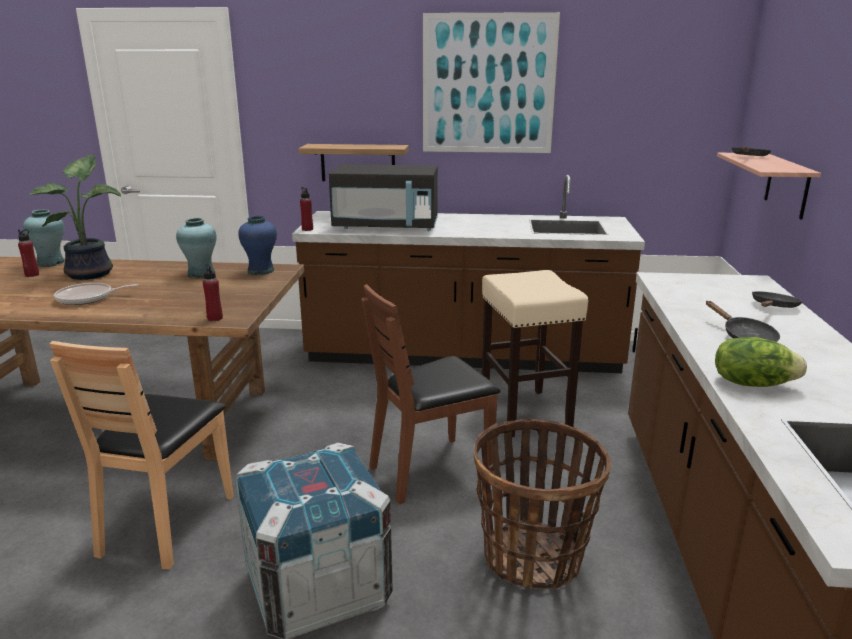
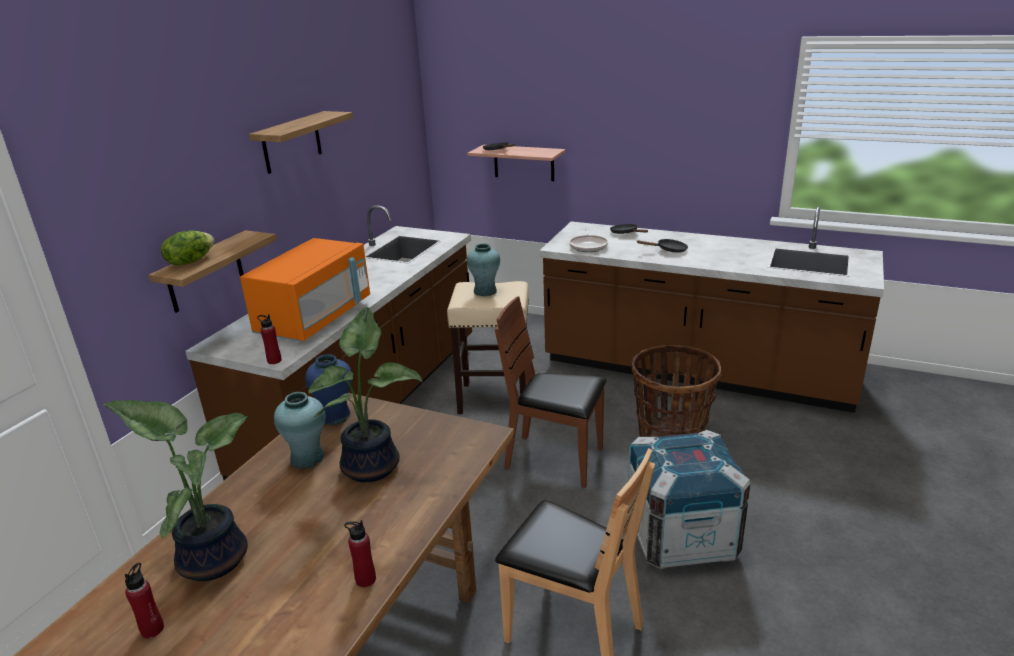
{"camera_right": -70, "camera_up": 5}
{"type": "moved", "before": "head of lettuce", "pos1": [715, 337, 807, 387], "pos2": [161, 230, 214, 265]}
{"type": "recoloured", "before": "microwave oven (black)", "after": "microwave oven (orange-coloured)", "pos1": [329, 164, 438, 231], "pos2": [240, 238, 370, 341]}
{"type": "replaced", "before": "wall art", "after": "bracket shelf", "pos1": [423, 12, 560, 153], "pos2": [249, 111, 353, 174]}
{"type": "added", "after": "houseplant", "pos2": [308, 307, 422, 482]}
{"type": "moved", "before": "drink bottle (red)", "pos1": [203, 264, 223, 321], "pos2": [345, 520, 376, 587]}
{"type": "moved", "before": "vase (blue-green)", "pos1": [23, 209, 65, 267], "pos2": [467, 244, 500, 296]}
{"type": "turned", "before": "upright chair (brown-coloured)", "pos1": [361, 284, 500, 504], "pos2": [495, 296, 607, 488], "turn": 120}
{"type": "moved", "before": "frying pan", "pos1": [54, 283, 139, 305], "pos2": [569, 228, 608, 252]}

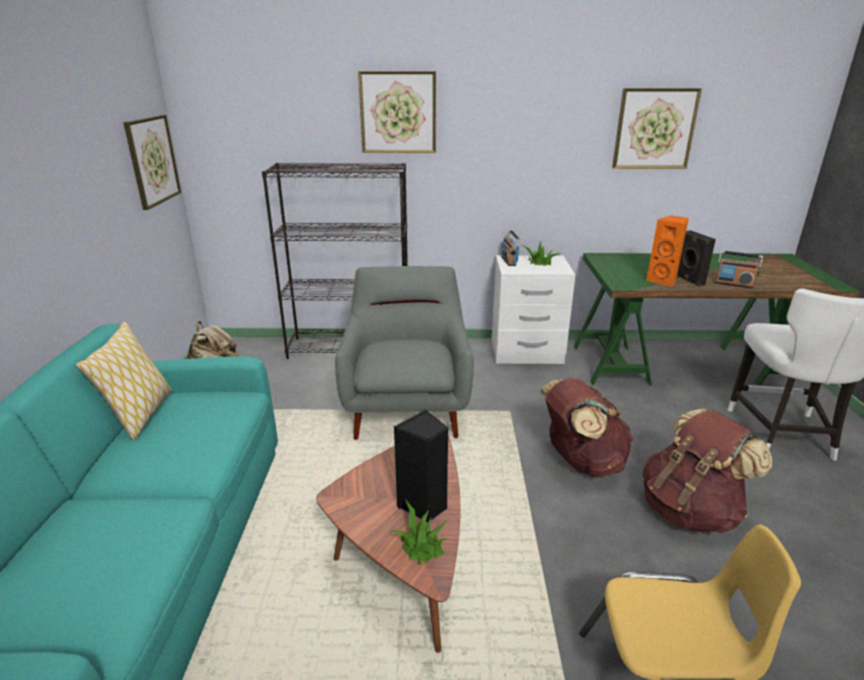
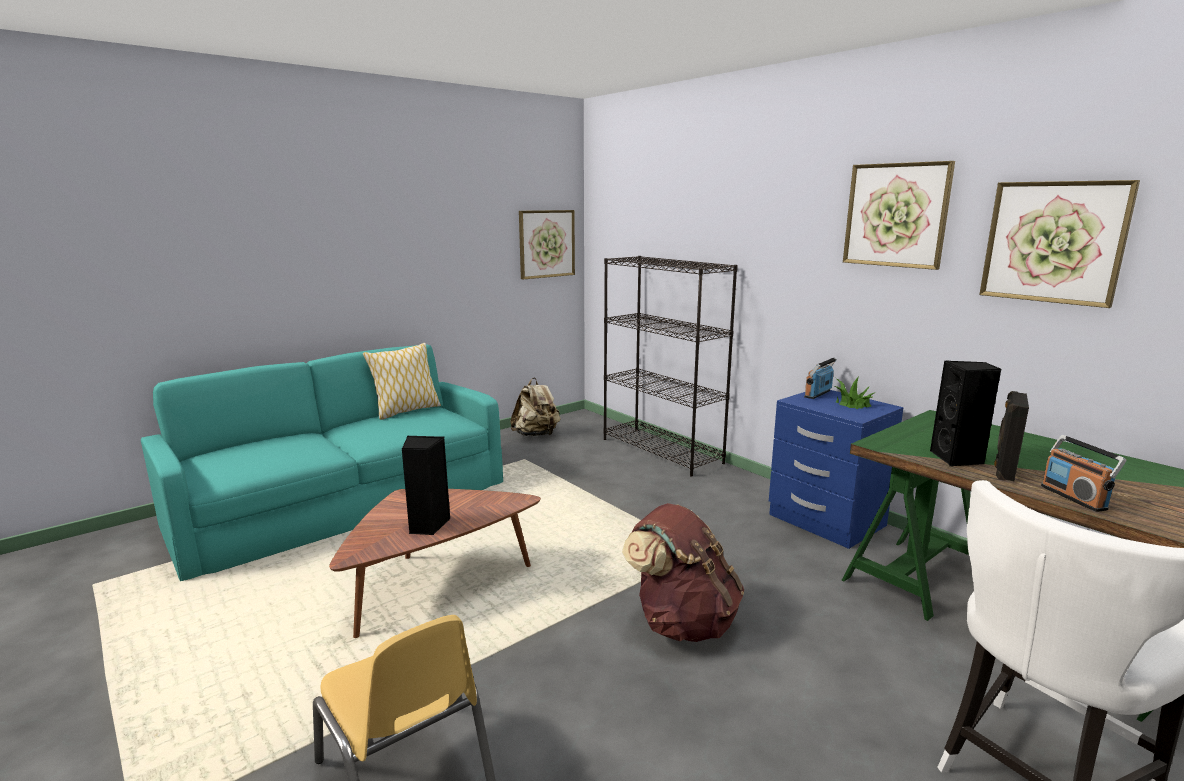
{"camera_right": 50, "camera_up": -10}
{"type": "recoloured", "before": "nightstand (white)", "after": "nightstand (blue-coloured)", "pos1": [492, 255, 575, 364], "pos2": [769, 390, 904, 549]}
{"type": "moved", "before": "wall art", "pos1": [358, 71, 436, 153], "pos2": [843, 161, 955, 270]}
{"type": "recoloured", "before": "speaker (orange-coloured)", "after": "speaker (black)", "pos1": [646, 216, 689, 287], "pos2": [930, 360, 1001, 467]}
{"type": "removed", "before": "armchair (grey)", "pos1": [335, 266, 474, 440]}
{"type": "removed", "before": "houseplant", "pos1": [389, 498, 447, 565]}
{"type": "removed", "before": "knapsack (brown-coloured)", "pos1": [643, 409, 772, 534]}

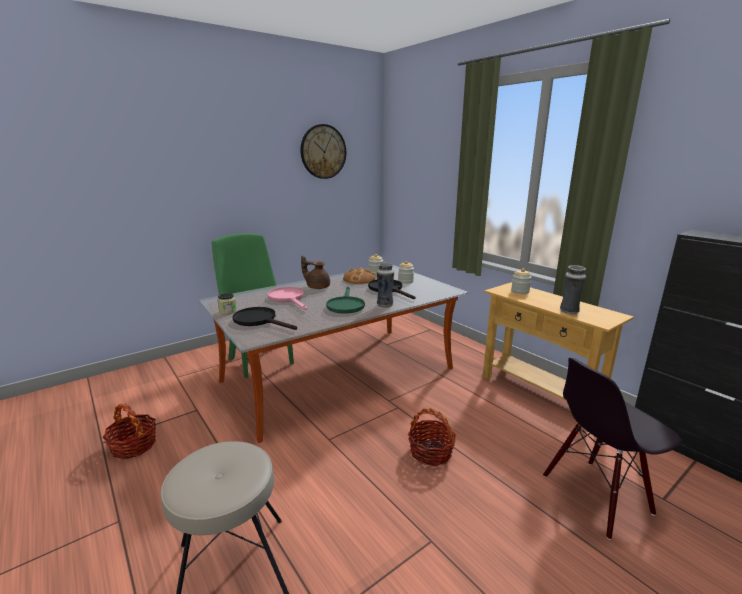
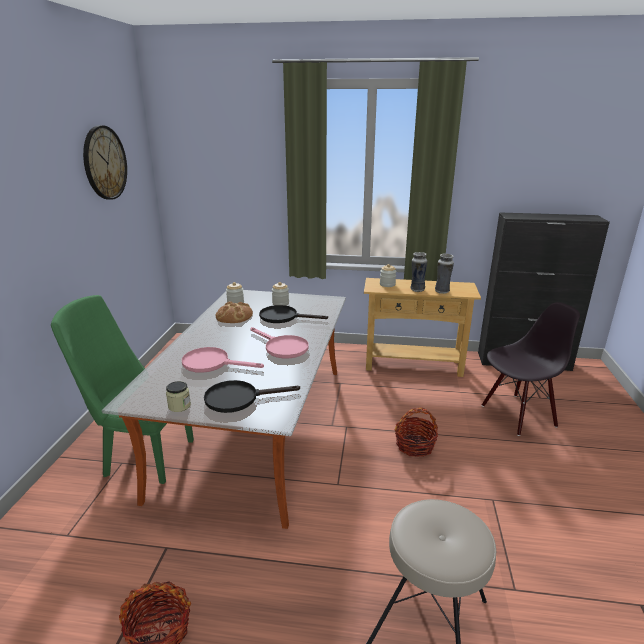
{"camera_right": -45, "camera_up": 5}
{"type": "recoloured", "before": "frying pan (greenish)", "after": "frying pan (pinkish)", "pos1": [326, 287, 365, 314], "pos2": [251, 327, 309, 358]}
{"type": "moved", "before": "vase", "pos1": [377, 262, 394, 308], "pos2": [410, 252, 427, 292]}
{"type": "turned", "before": "upright chair (black)", "pos1": [543, 358, 682, 540], "pos2": [482, 302, 580, 436], "turn": -135}
{"type": "removed", "before": "pot for tea (brown-coloured)", "pos1": [301, 256, 330, 289]}

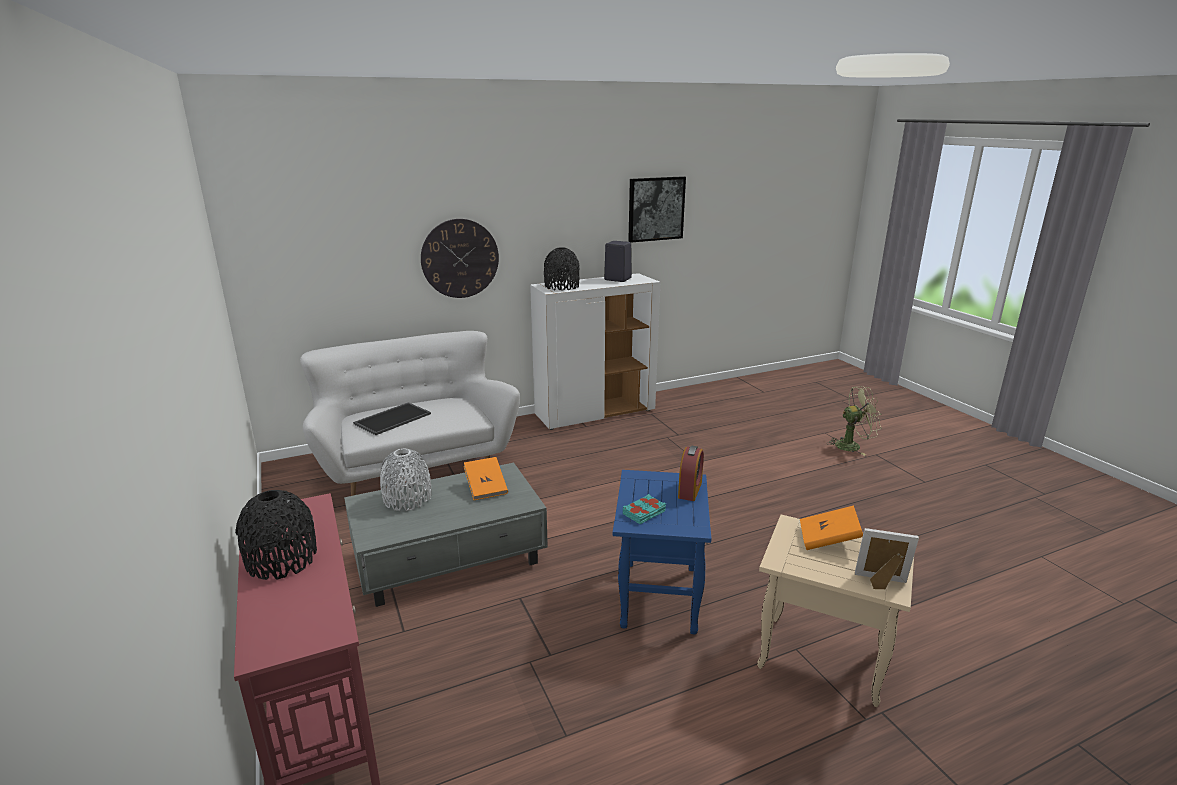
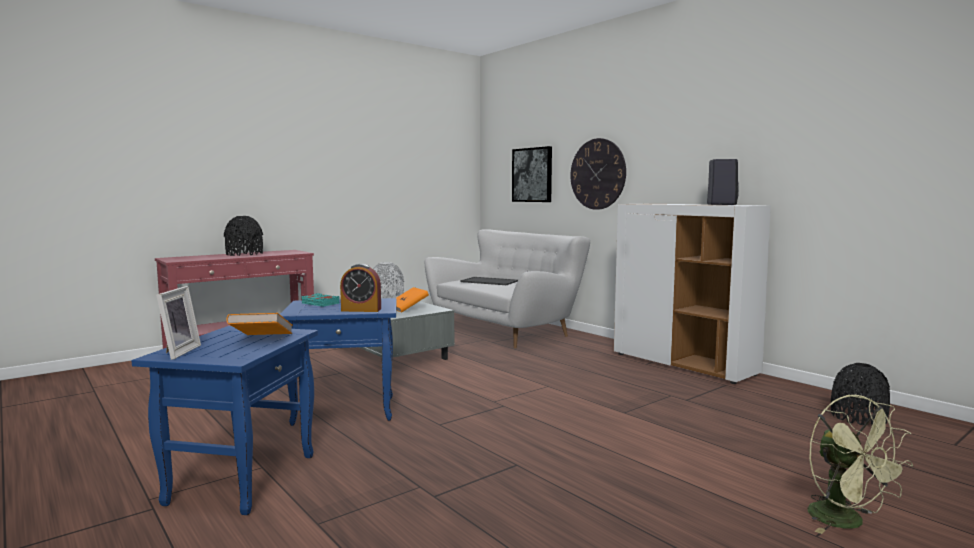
{"camera_right": 75, "camera_up": -15}
{"type": "recoloured", "before": "side table (beige-coloured)", "after": "side table (blue-coloured)", "pos1": [757, 515, 914, 707], "pos2": [132, 326, 318, 515]}
{"type": "moved", "before": "wall art", "pos1": [628, 176, 686, 243], "pos2": [512, 146, 552, 202]}
{"type": "moved", "before": "vase (black)", "pos1": [544, 247, 580, 291], "pos2": [831, 363, 890, 425]}

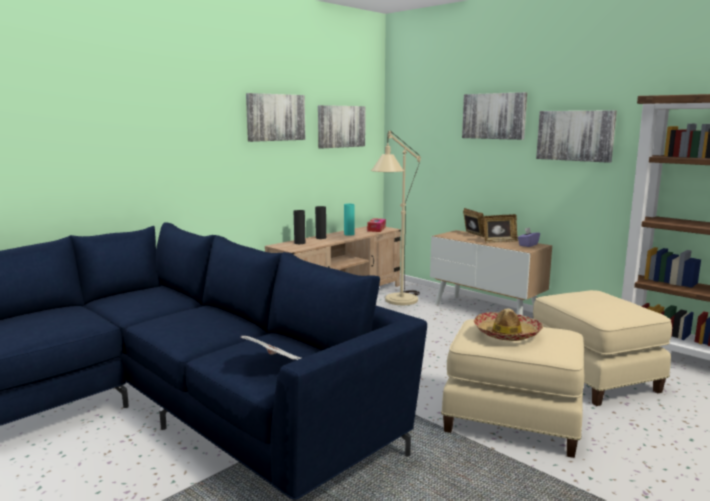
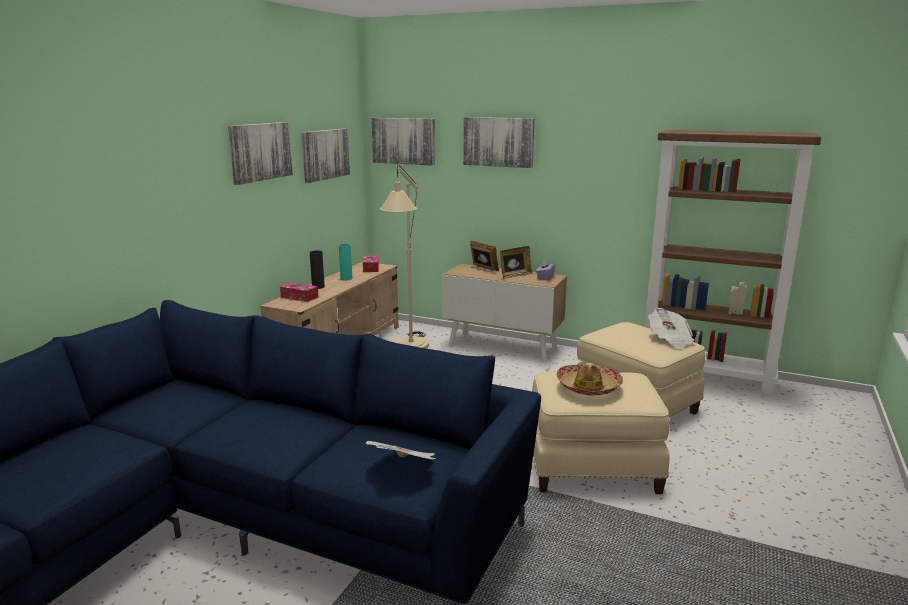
{"camera_right": -20, "camera_up": 5}
{"type": "replaced", "before": "vase (black)", "after": "tissue box", "pos1": [294, 210, 305, 244], "pos2": [280, 282, 319, 302]}
{"type": "moved", "before": "wall art", "pos1": [536, 110, 617, 163], "pos2": [371, 118, 435, 166]}
{"type": "added", "after": "printed paper", "pos2": [648, 308, 694, 349]}

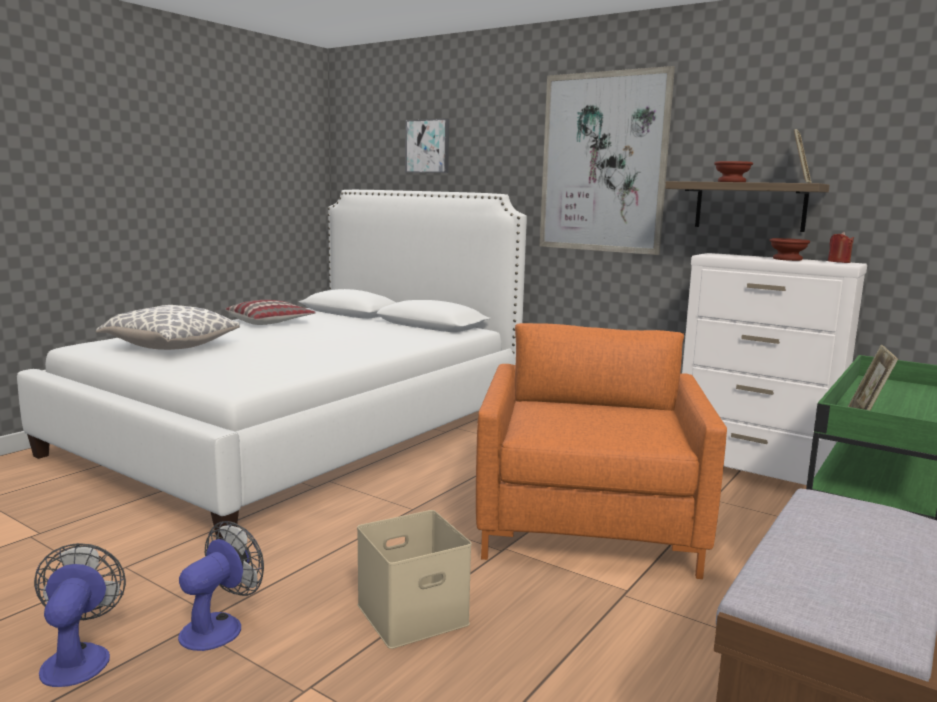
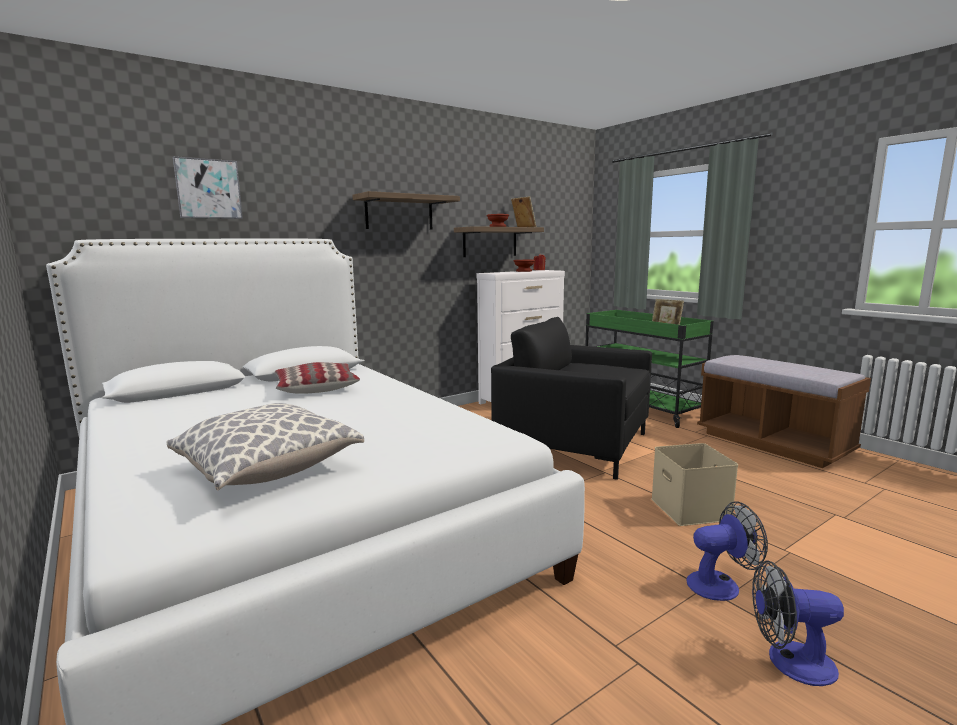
{"camera_right": -70, "camera_up": 0}
{"type": "moved", "before": "cushion", "pos1": [225, 300, 316, 325], "pos2": [275, 362, 360, 394]}
{"type": "replaced", "before": "wall art", "after": "bracket shelf", "pos1": [540, 66, 675, 255], "pos2": [352, 191, 460, 230]}
{"type": "recoloured", "before": "armchair (orange-coloured)", "after": "armchair (black)", "pos1": [476, 323, 727, 579], "pos2": [491, 317, 652, 480]}
{"type": "turned", "before": "fan", "pos1": [178, 521, 264, 651], "pos2": [686, 501, 768, 601], "turn": 120}

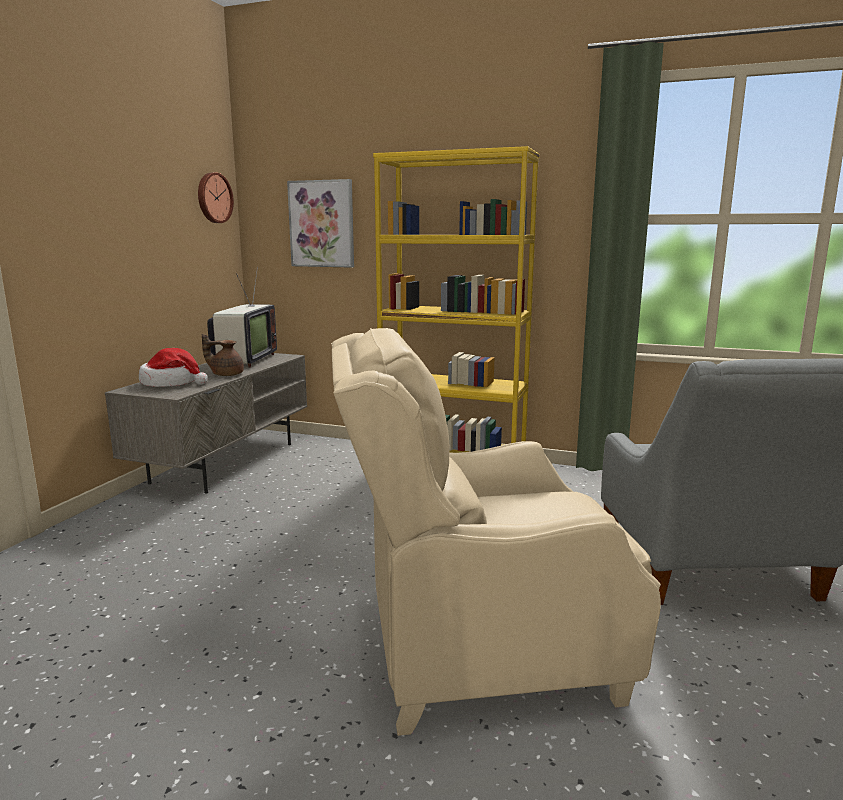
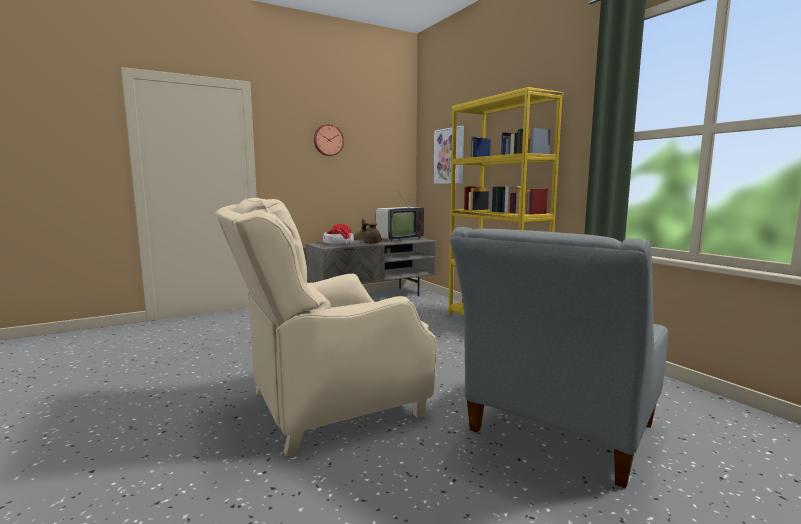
{"camera_right": 40, "camera_up": -5}
{"type": "turned", "before": "armchair (beige-coloured)", "pos1": [331, 328, 661, 736], "pos2": [215, 198, 437, 457], "turn": -60}
{"type": "moved", "before": "wall clock", "pos1": [198, 172, 234, 223], "pos2": [314, 124, 344, 156]}

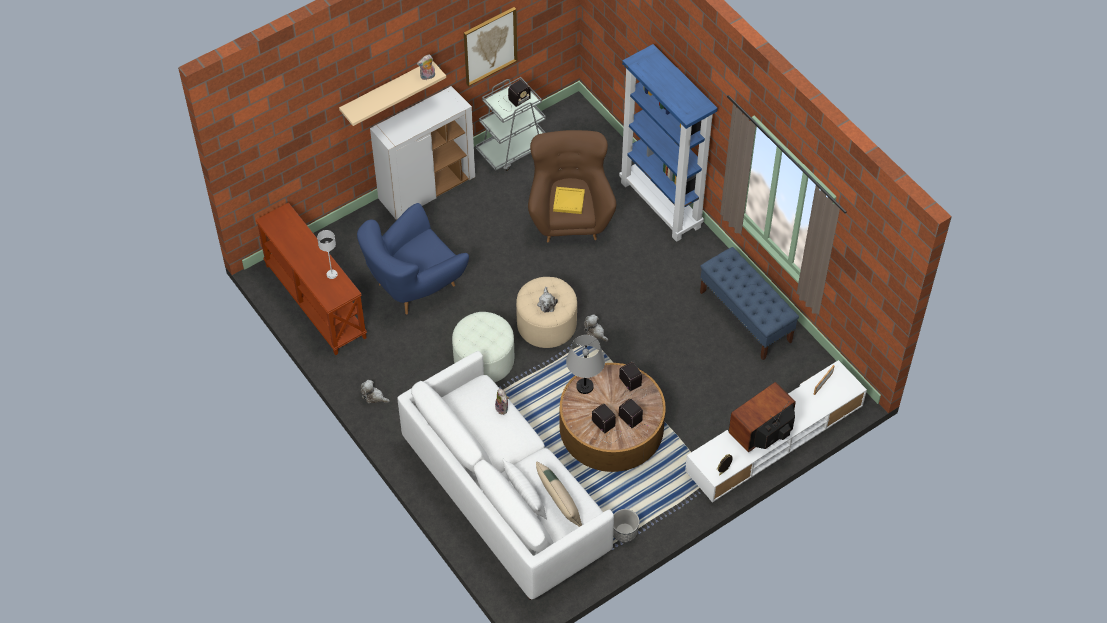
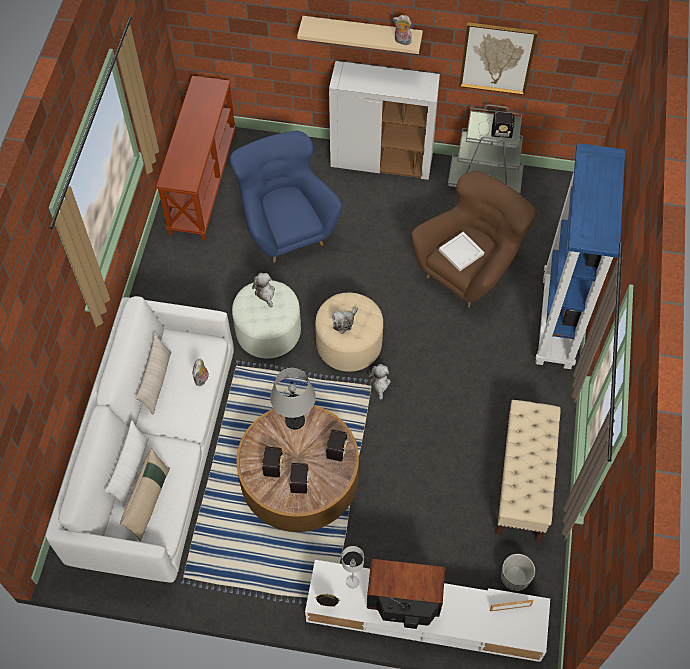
{"camera_right": 45, "camera_up": 5}
{"type": "added", "after": "cushion (beige-coloured)", "pos2": [136, 333, 171, 415]}
{"type": "turned", "before": "armchair (blue-coloured)", "pos1": [357, 203, 469, 315], "pos2": [230, 131, 342, 263], "turn": 60}
{"type": "moved", "before": "cuddly toy", "pos1": [360, 380, 390, 403], "pos2": [252, 273, 275, 307]}
{"type": "moved", "before": "tabletop lamp (grey)", "pos1": [317, 230, 338, 279], "pos2": [342, 546, 364, 589]}
{"type": "recoloured", "before": "carrying tray (yellow)", "after": "carrying tray (white)", "pos1": [553, 187, 585, 214], "pos2": [439, 232, 484, 271]}
{"type": "recoloured", "before": "bench (blue-coloured)", "after": "bench (beige-coloured)", "pos1": [700, 247, 799, 360], "pos2": [495, 400, 561, 541]}
{"type": "moved", "before": "planter", "pos1": [613, 509, 639, 543], "pos2": [501, 554, 535, 591]}

